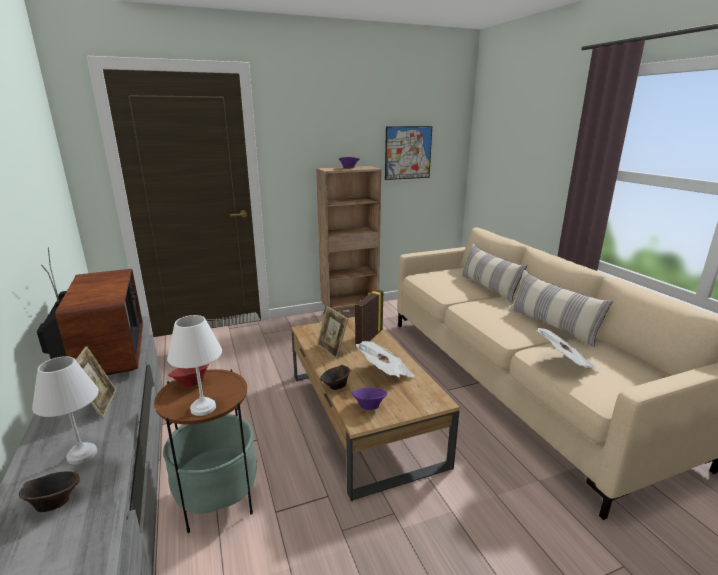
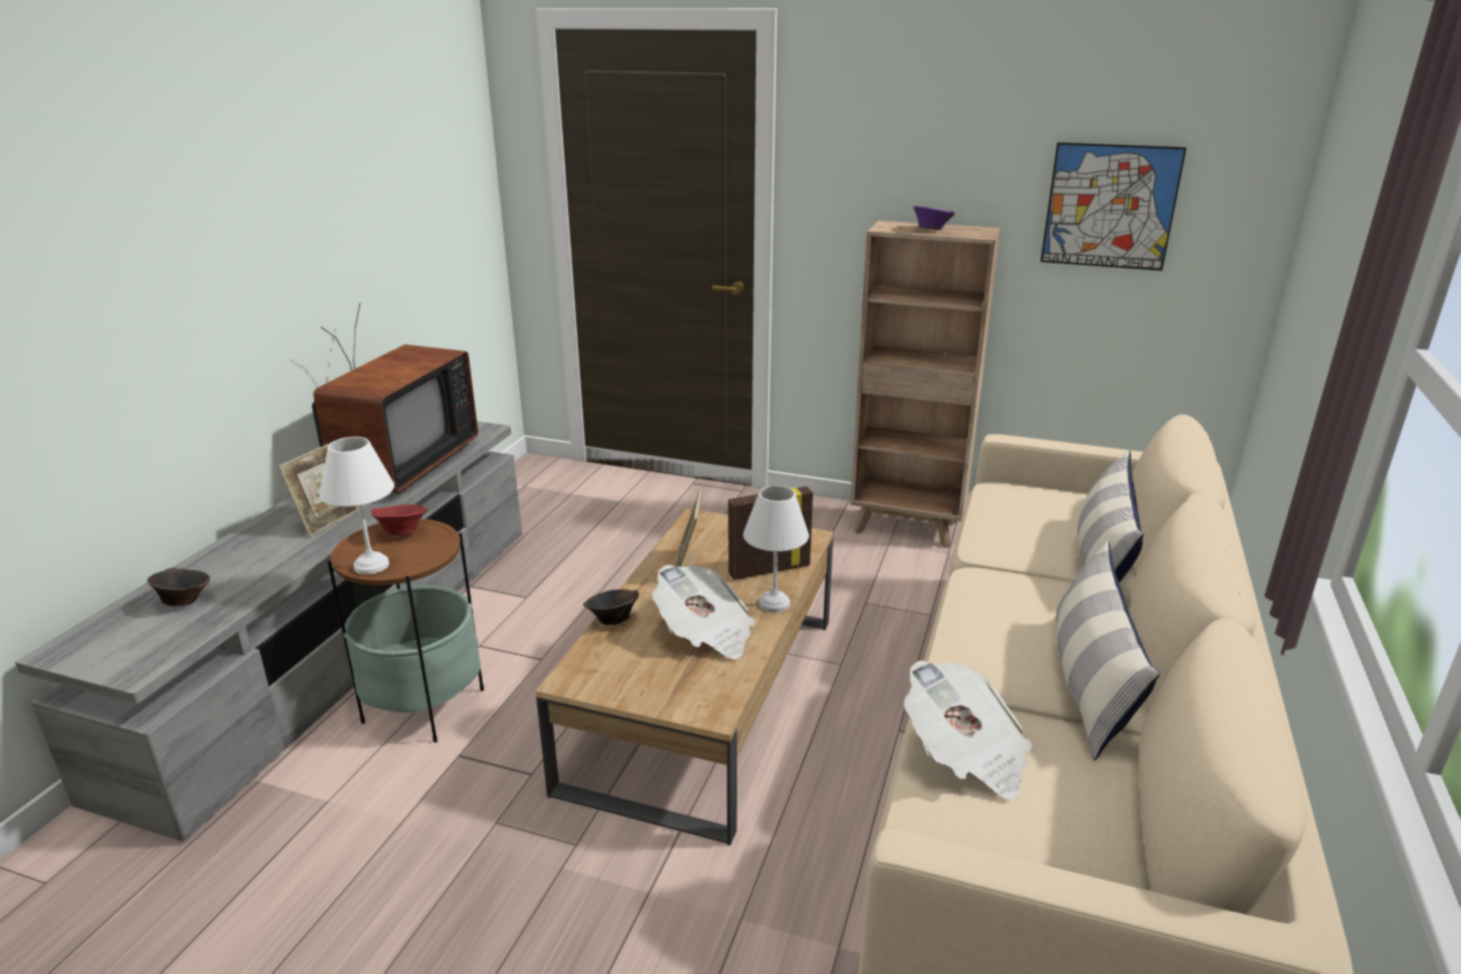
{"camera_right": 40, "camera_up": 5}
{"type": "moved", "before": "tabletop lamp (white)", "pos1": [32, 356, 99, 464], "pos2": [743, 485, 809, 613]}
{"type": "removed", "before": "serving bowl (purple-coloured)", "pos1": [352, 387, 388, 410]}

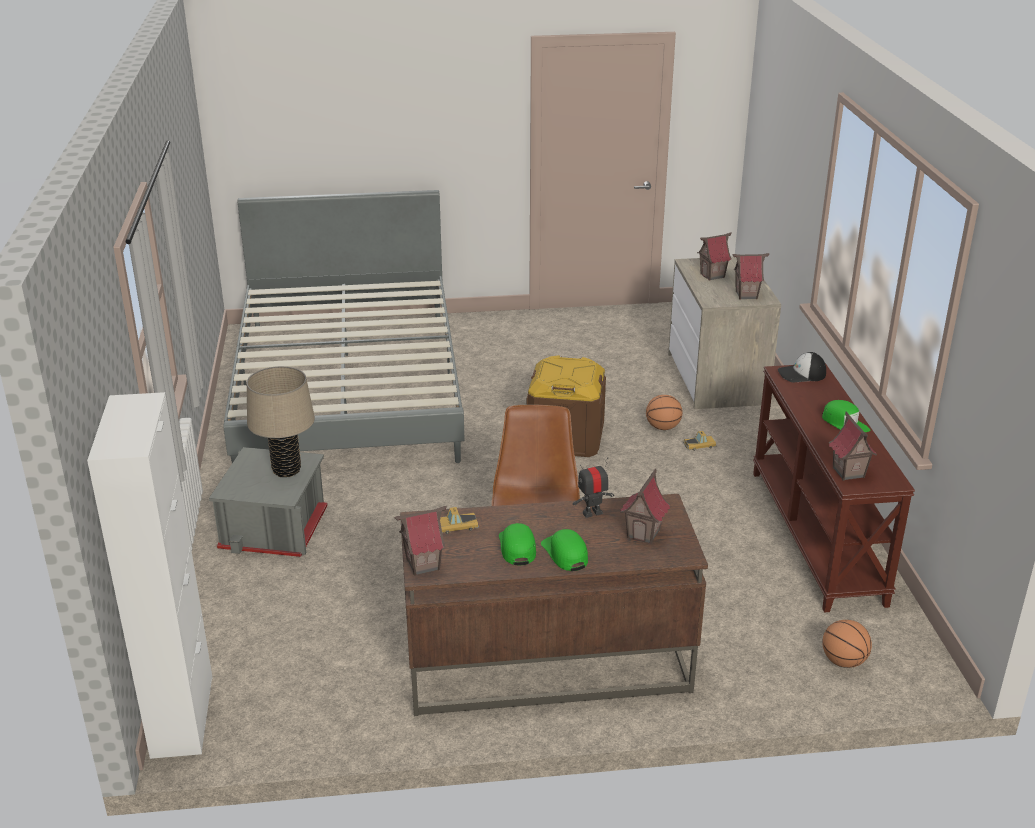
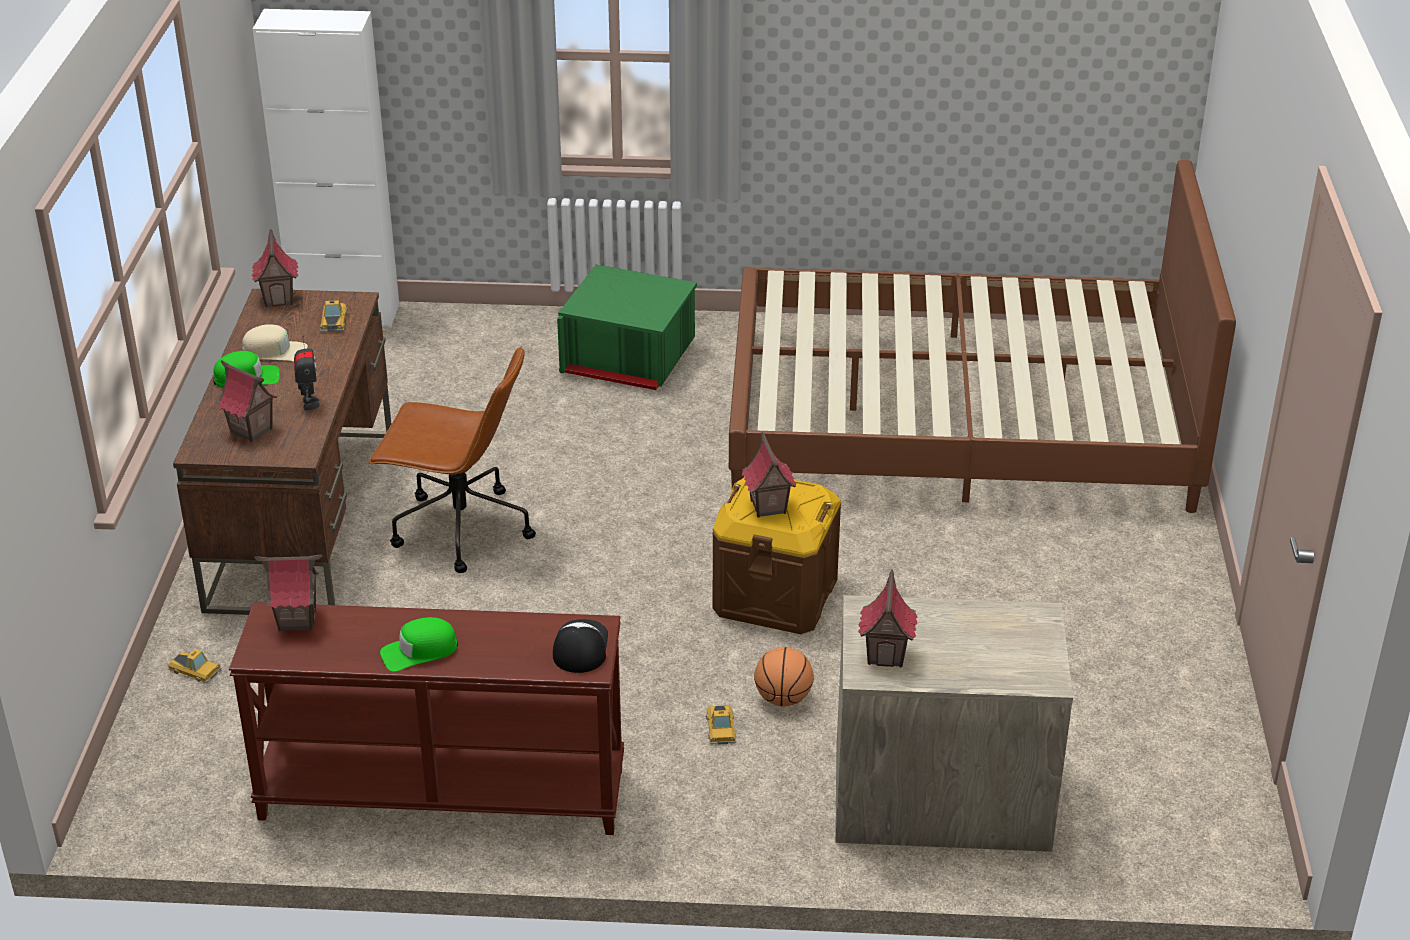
{"camera_right": 100, "camera_up": 5}
{"type": "added", "after": "miniature car", "pos2": [168, 649, 222, 683]}
{"type": "recoloured", "before": "peaked cap (greenish)", "after": "peaked cap (beige-coloured)", "pos1": [499, 523, 536, 565], "pos2": [242, 325, 308, 361]}
{"type": "recoloured", "before": "storage container (grey)", "after": "storage container (greenish)", "pos1": [209, 447, 328, 557], "pos2": [557, 265, 697, 390]}
{"type": "recoloured", "before": "sleeping bed (grey)", "after": "sleeping bed (brown-coloured)", "pos1": [223, 190, 464, 463], "pos2": [729, 160, 1236, 513]}
{"type": "moved", "before": "model house", "pos1": [697, 233, 732, 281], "pos2": [742, 432, 796, 518]}
{"type": "removed", "before": "tabletop lamp (beige-coloured)", "pos1": [247, 366, 315, 477]}
{"type": "removed", "before": "ball for basketball", "pos1": [822, 620, 872, 668]}

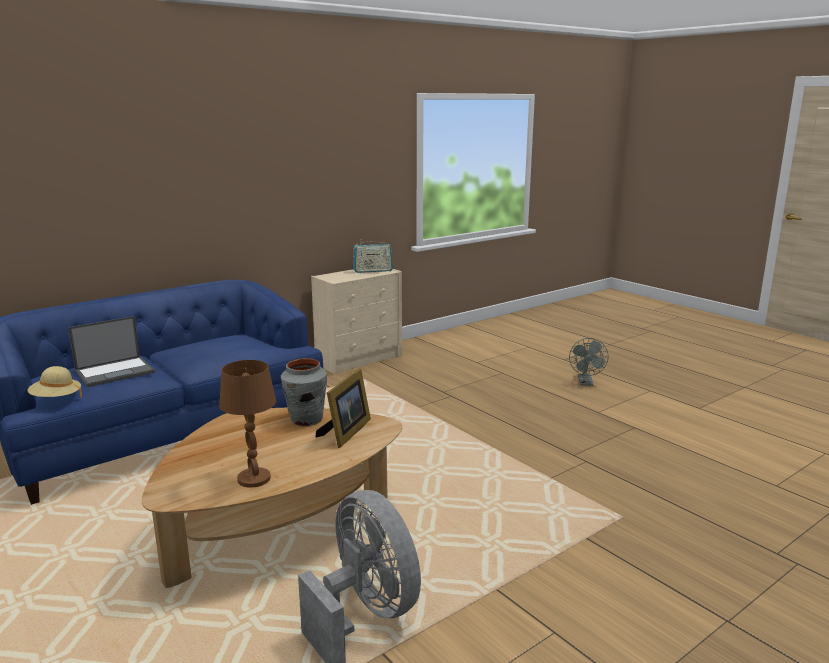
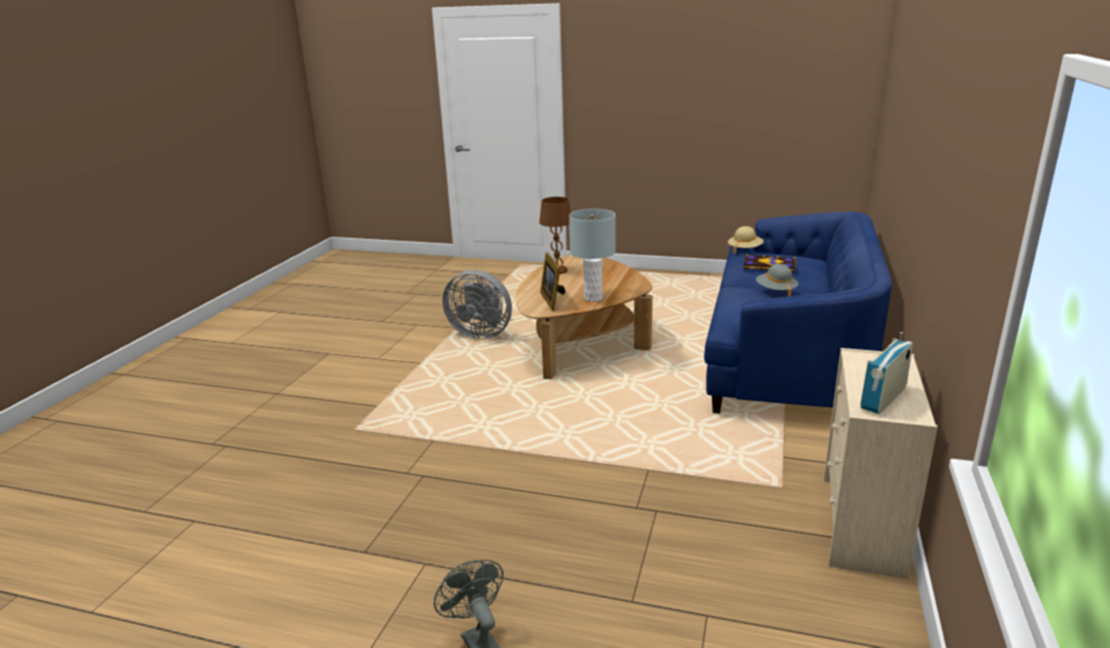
{"camera_right": 145, "camera_up": 5}
{"type": "replaced", "before": "vase (grey)", "after": "tabletop lamp (grey)", "pos1": [281, 358, 327, 426], "pos2": [569, 209, 616, 302]}
{"type": "replaced", "before": "portable computer", "after": "bound book", "pos1": [68, 316, 155, 387], "pos2": [743, 255, 796, 272]}
{"type": "added", "after": "clothing hat (grey)", "pos2": [756, 264, 799, 296]}

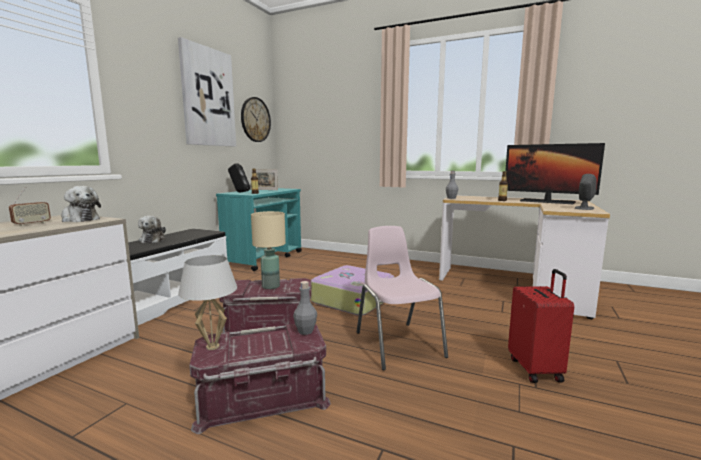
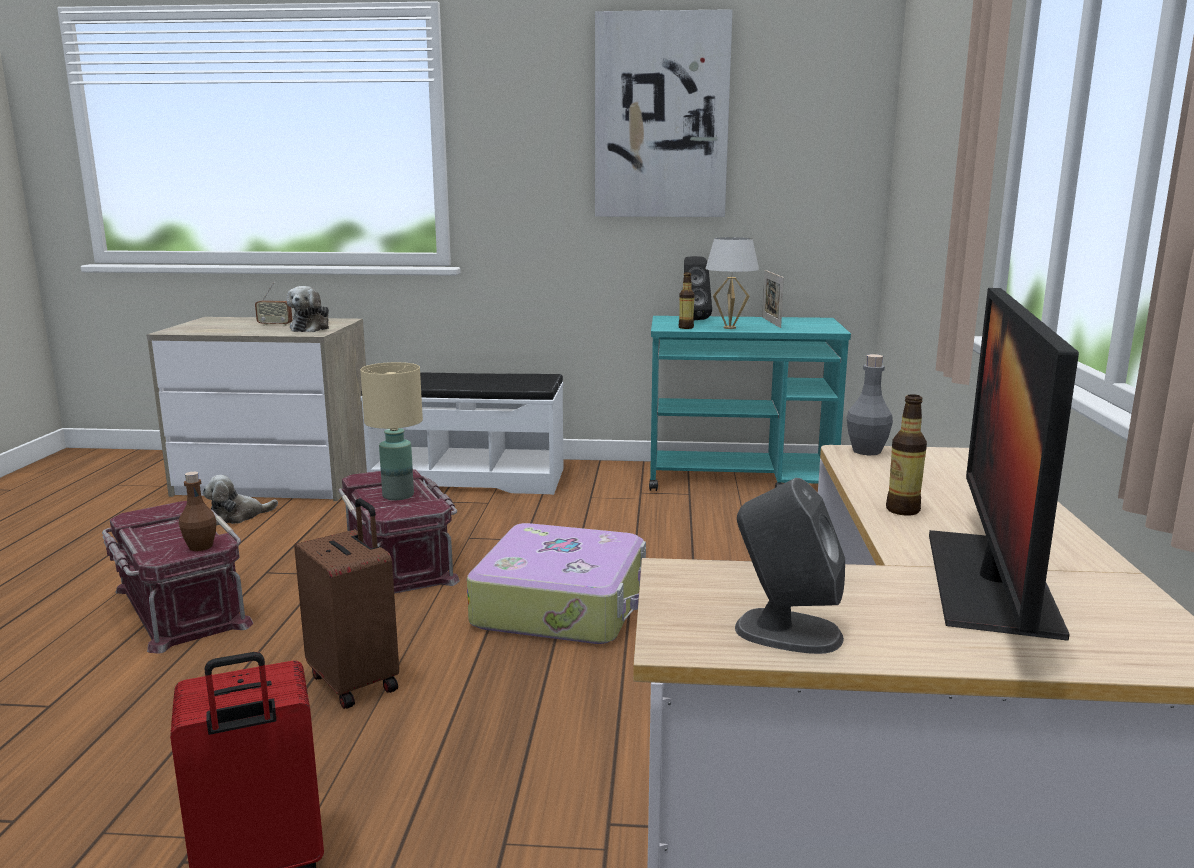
{"camera_right": 70, "camera_up": 5}
{"type": "recoloured", "before": "drink bottle (grey)", "after": "drink bottle (brown-coloured)", "pos1": [293, 281, 317, 335], "pos2": [179, 472, 217, 551]}
{"type": "moved", "before": "cuddly toy", "pos1": [138, 216, 166, 243], "pos2": [202, 475, 278, 525]}
{"type": "replaced", "before": "upright chair (pinkish)", "after": "piece of luggage (brown-coloured)", "pos1": [357, 226, 448, 370], "pos2": [294, 498, 399, 709]}
{"type": "moved", "before": "tabletop lamp (white)", "pos1": [178, 255, 237, 350], "pos2": [705, 237, 759, 329]}
{"type": "removed", "before": "wall clock", "pos1": [241, 97, 271, 142]}

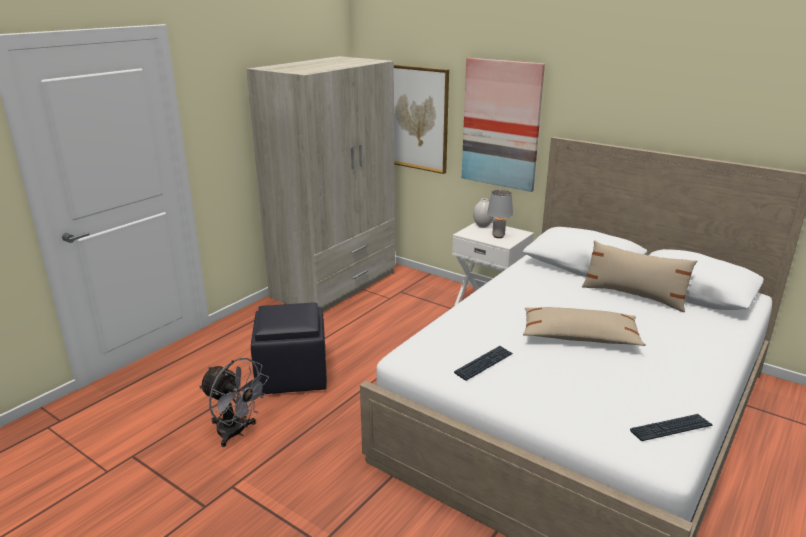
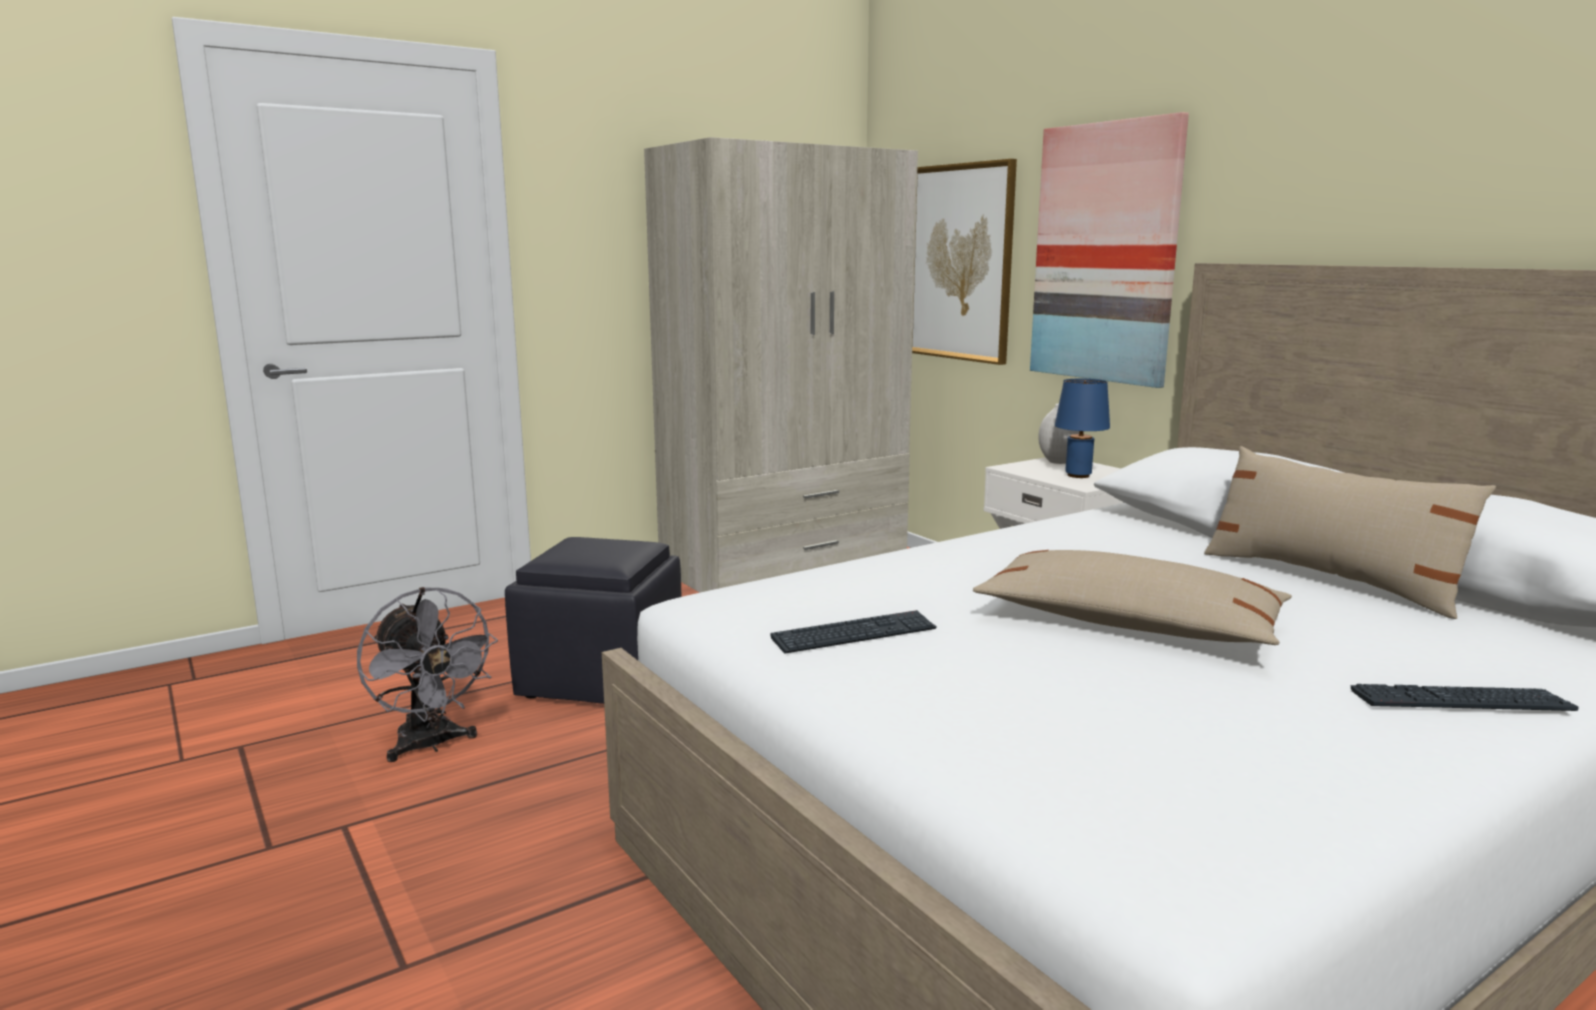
{"camera_right": 20, "camera_up": -10}
{"type": "recoloured", "before": "tabletop lamp (grey)", "after": "tabletop lamp (blue-coloured)", "pos1": [487, 190, 513, 238], "pos2": [1055, 379, 1110, 478]}
{"type": "moved", "before": "PC keyboard", "pos1": [630, 414, 712, 441], "pos2": [1350, 684, 1579, 711]}

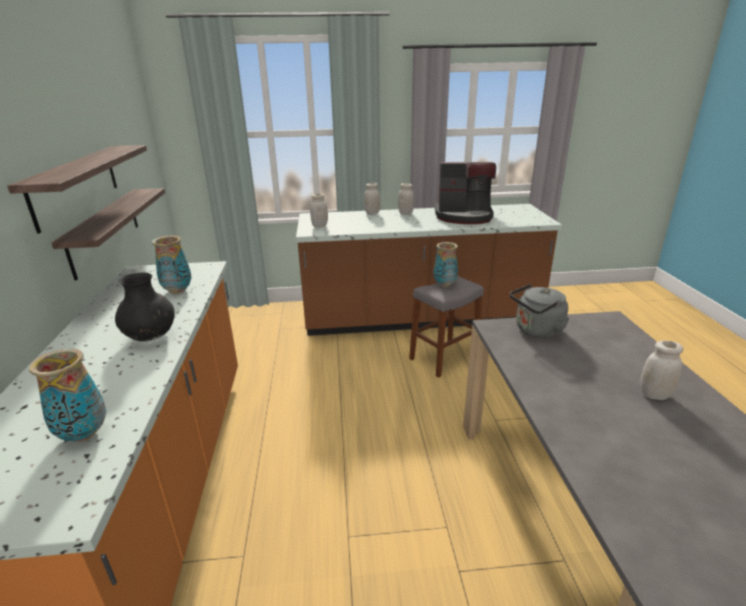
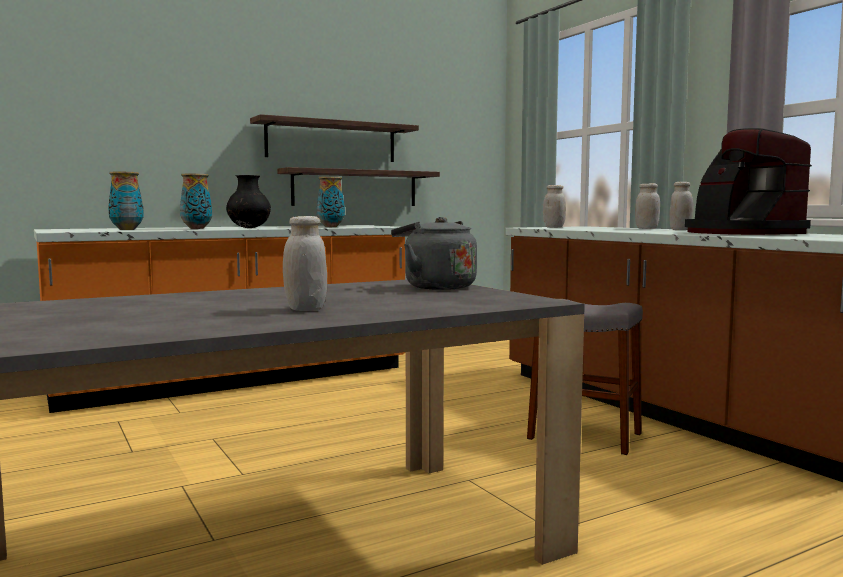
{"camera_right": 65, "camera_up": -20}
{"type": "moved", "before": "vase", "pos1": [433, 242, 458, 287], "pos2": [180, 174, 212, 229]}

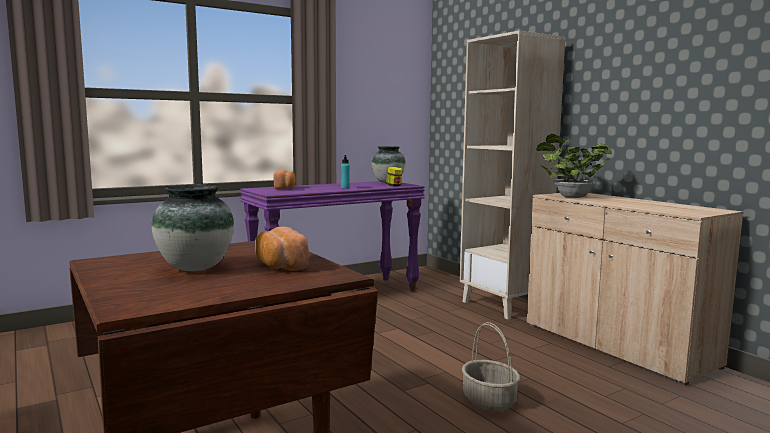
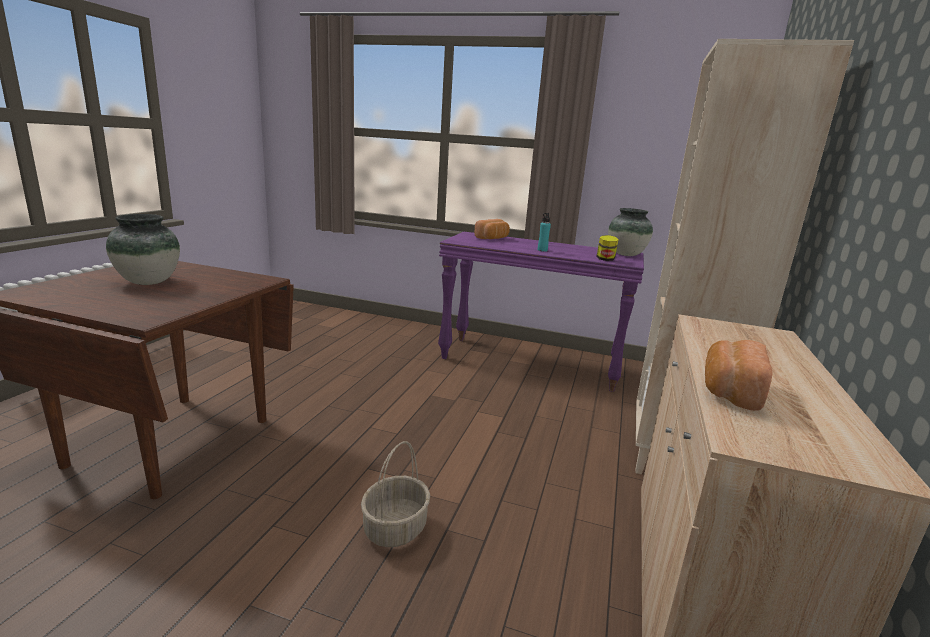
{"camera_right": 50, "camera_up": 10}
{"type": "moved", "before": "bakery bread", "pos1": [255, 227, 309, 271], "pos2": [705, 340, 773, 411]}
{"type": "removed", "before": "houseplant", "pos1": [536, 134, 612, 198]}

